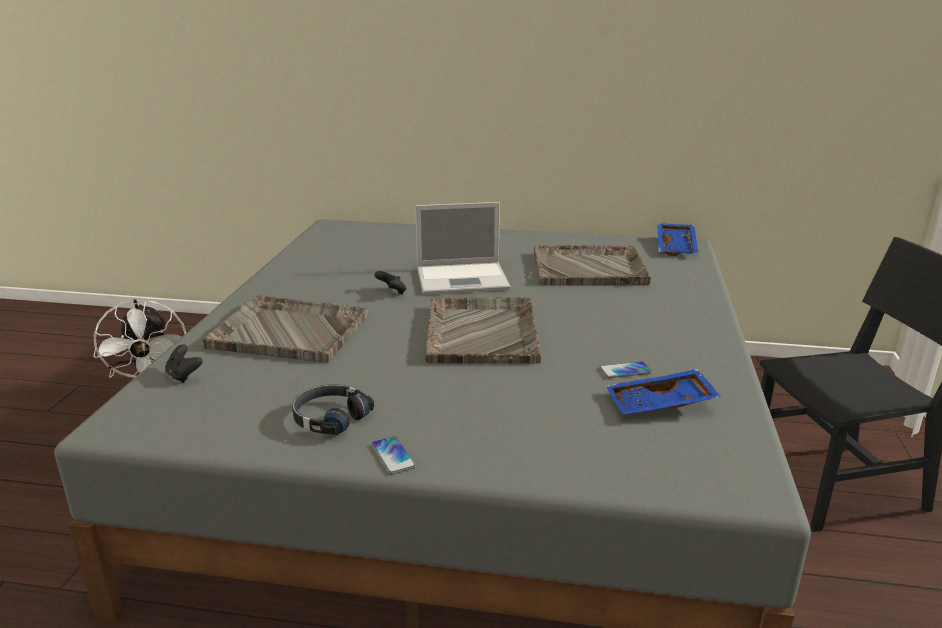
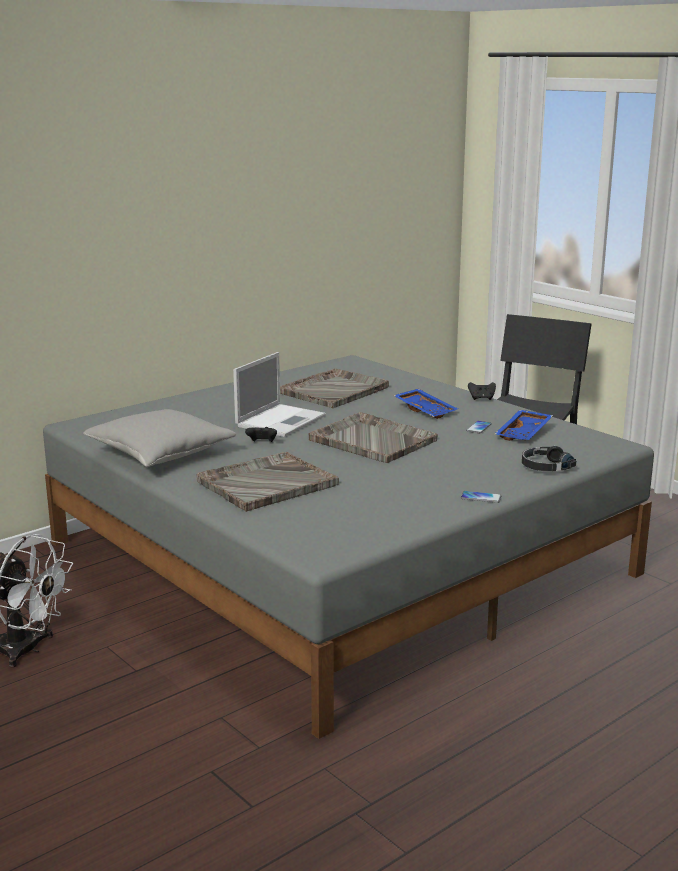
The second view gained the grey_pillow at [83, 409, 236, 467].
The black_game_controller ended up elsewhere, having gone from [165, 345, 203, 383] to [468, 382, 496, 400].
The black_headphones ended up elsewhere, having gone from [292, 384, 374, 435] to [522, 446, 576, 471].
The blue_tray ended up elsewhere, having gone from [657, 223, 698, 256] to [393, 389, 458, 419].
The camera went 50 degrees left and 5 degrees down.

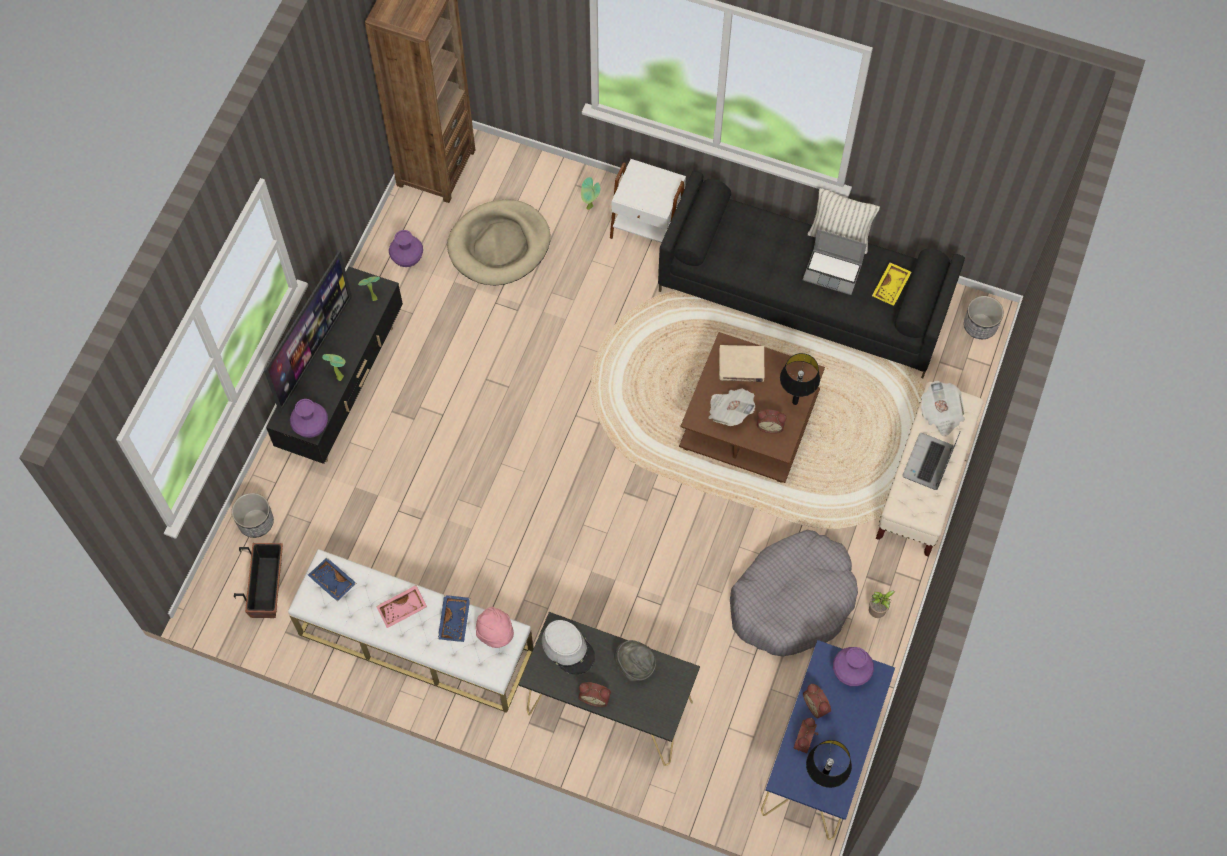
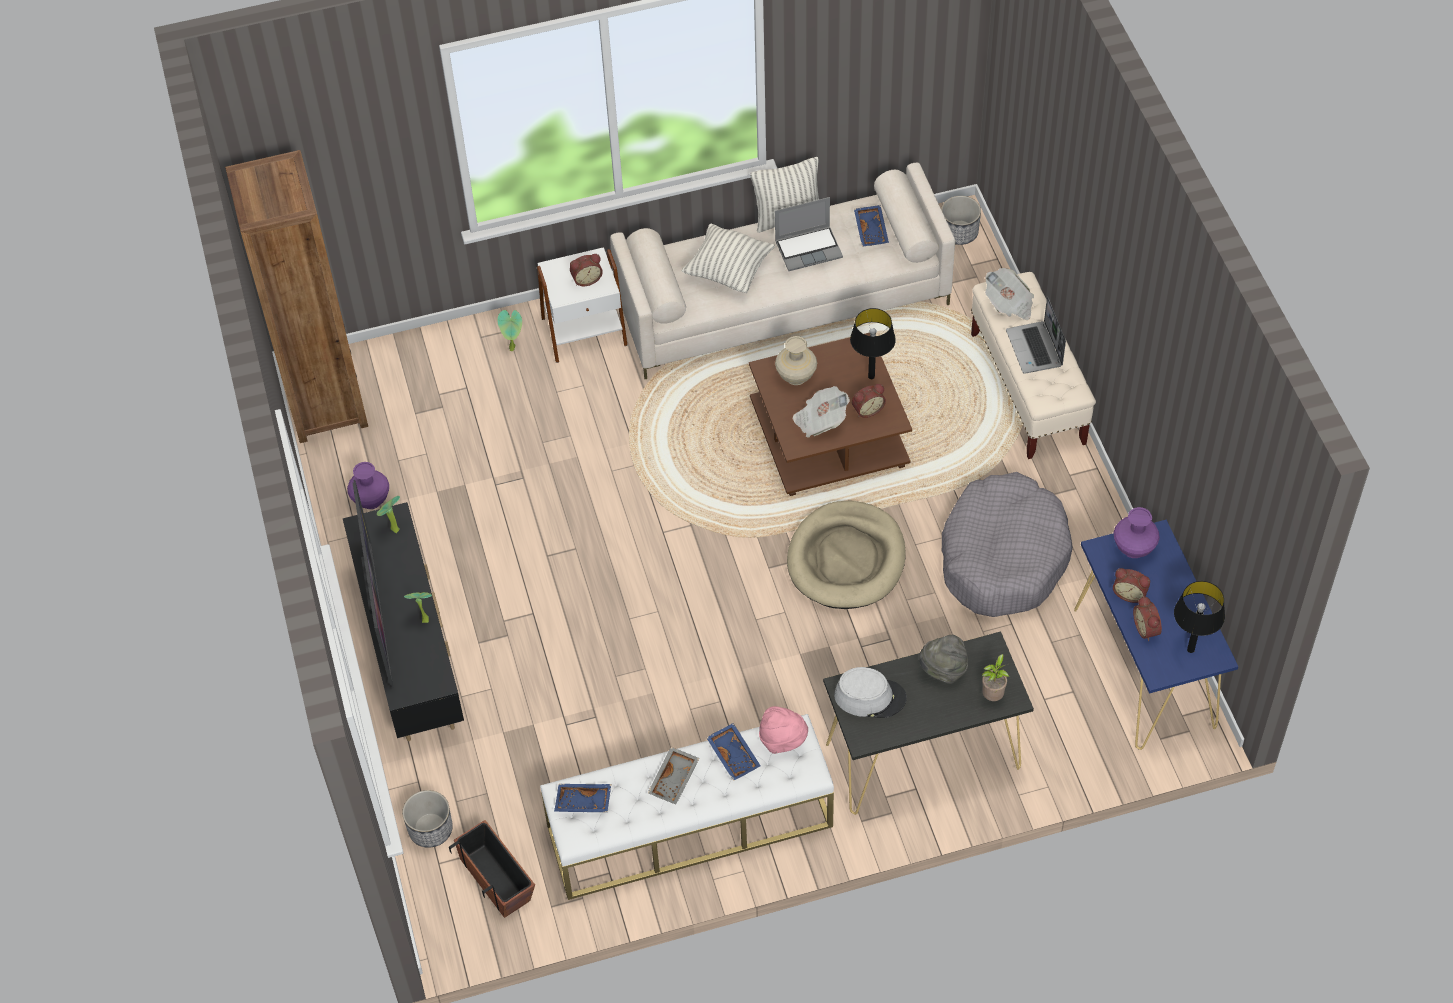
The second view lost the purple_vase at [290, 399, 328, 438].
The second view gained the pillow at [682, 223, 775, 293].
The beige_dog_bed ended up elsewhere, having gone from [447, 199, 551, 285] to [787, 501, 906, 609].
The alarm_clock ended up elsewhere, having gone from [578, 682, 611, 707] to [570, 254, 603, 286].
The potted_plant ended up elsewhere, having gone from [869, 591, 895, 618] to [982, 654, 1009, 701].
Where the beige_book stood at [719, 345, 764, 382], the beige_vase came to stand at [775, 336, 817, 385].
What was the pink_tray at [376, 585, 427, 628] turned into the grey_tray at [648, 747, 699, 804].
What was the black_sofa at [658, 171, 965, 378] turned into the beige_sofa at [610, 163, 955, 379].
What was the yellow_tray at [872, 263, 912, 306] turned into the blue_tray at [854, 205, 889, 247].
The camera went 35 degrees left and 10 degrees down.

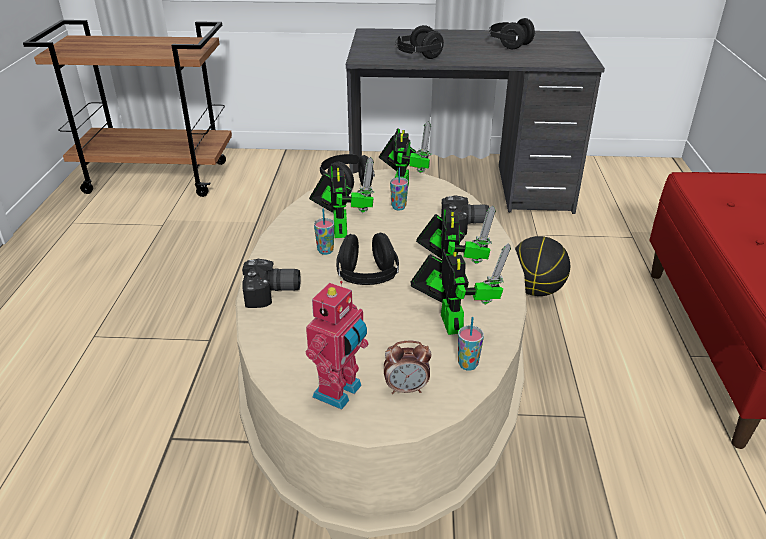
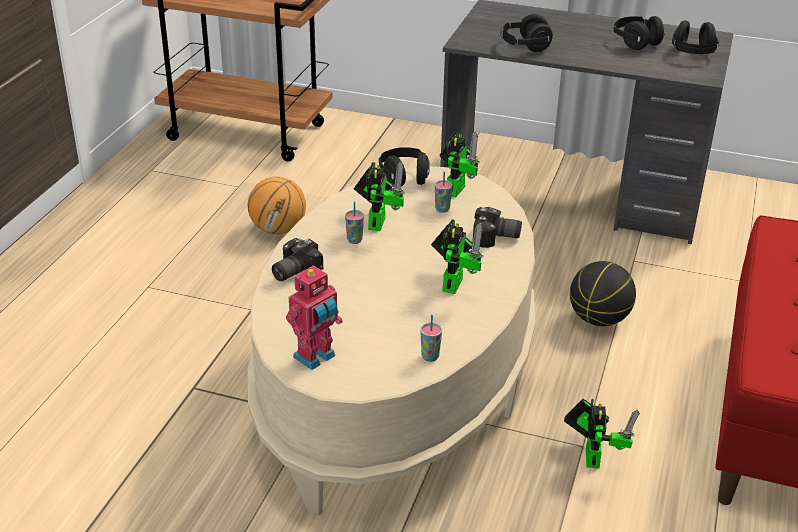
The second view lost the alarm_clock at [384, 341, 432, 394].
The second view gained the basketball at [248, 177, 306, 234].
The black_headphones ended up elsewhere, having gone from [336, 232, 399, 285] to [672, 20, 719, 54].
The toy_robot ended up elsewhere, having gone from [411, 243, 511, 335] to [564, 399, 640, 468].
The photo_camera at [242, 259, 300, 308] ended up facing another way, 120 degrees clockwise from before.
The camera went 15 degrees right and 0 degrees up.

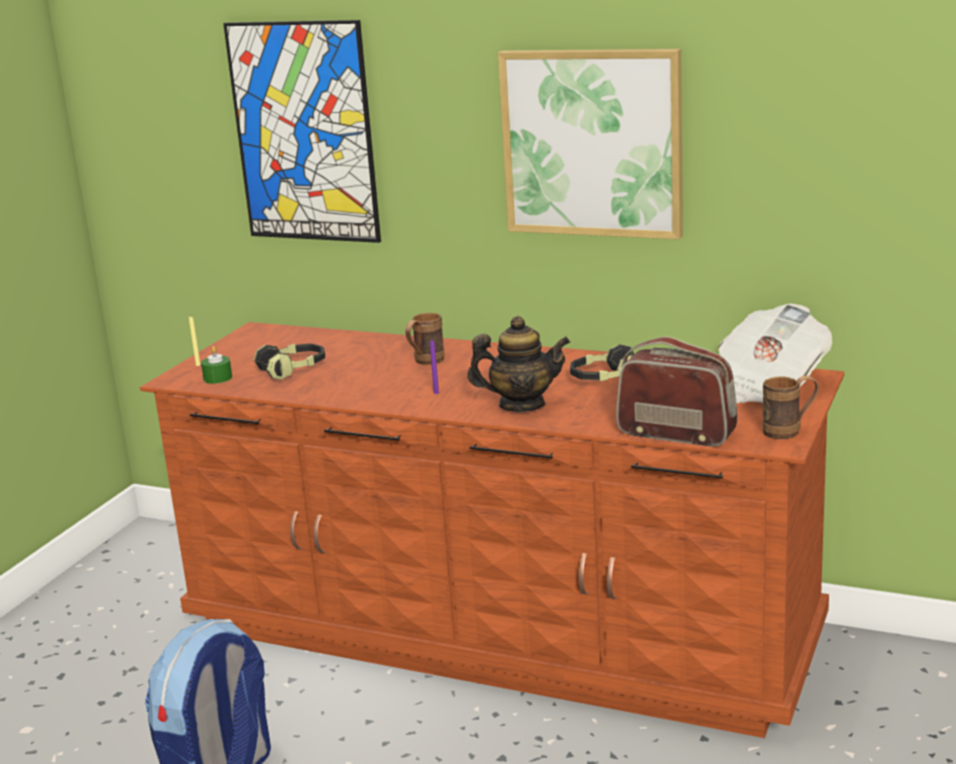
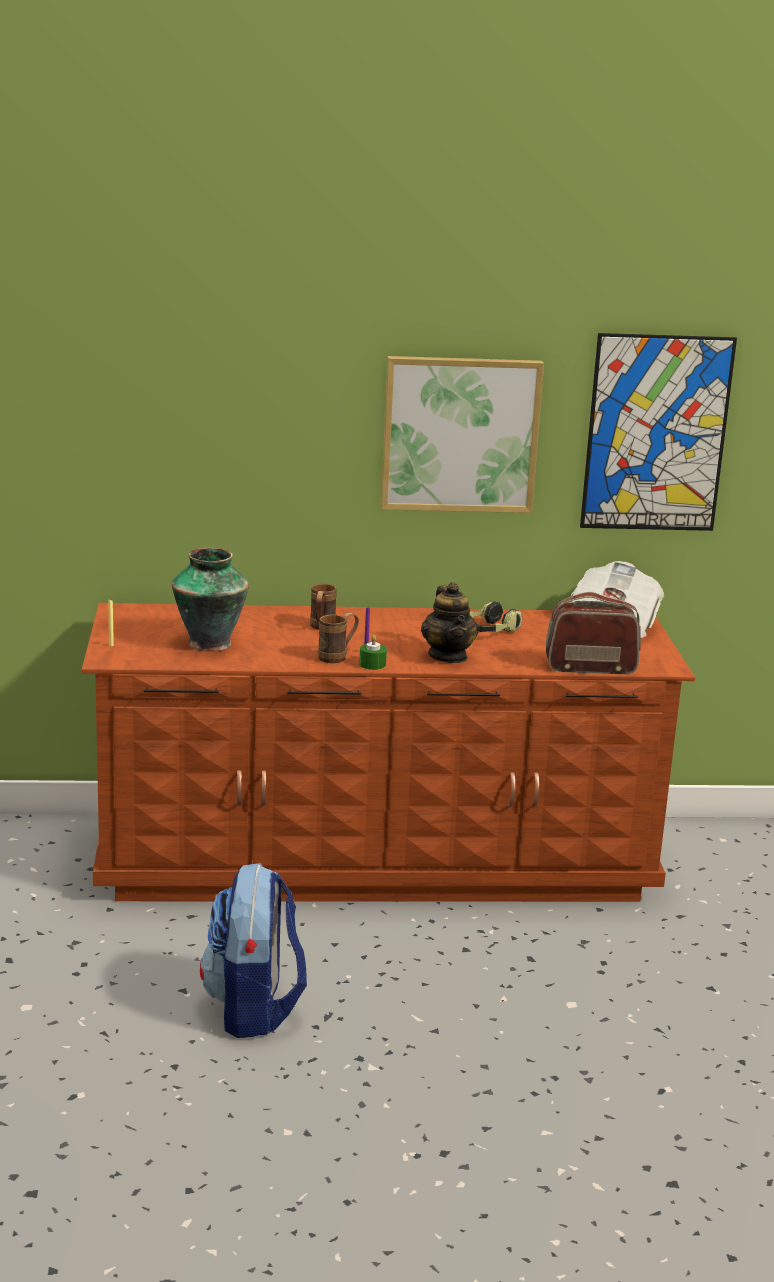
The green_candle ended up elsewhere, having gone from [201, 346, 232, 384] to [359, 635, 387, 670].
The picture ended up elsewhere, having gone from [223, 20, 381, 243] to [580, 333, 737, 531].
The brown_mug ended up elsewhere, having gone from [763, 376, 819, 439] to [318, 613, 359, 663].
Where the headphones stood at [254, 344, 325, 380], the vase came to stand at [172, 548, 249, 652].
The teapot at [467, 316, 570, 412] ended up facing another way, 105 degrees clockwise from before.
The camera went 30 degrees left and 0 degrees up.

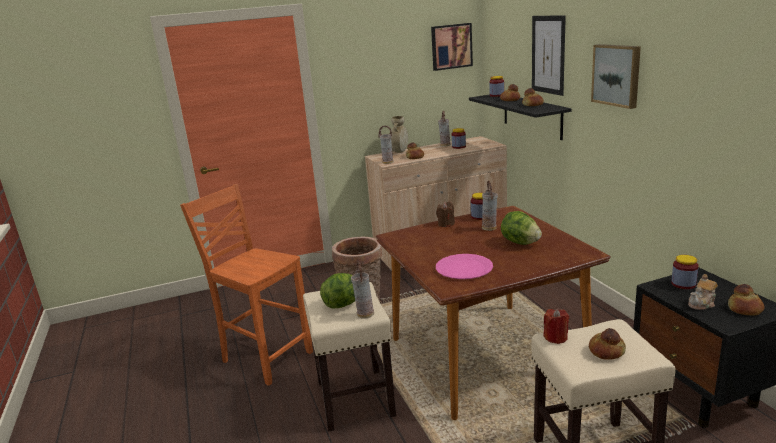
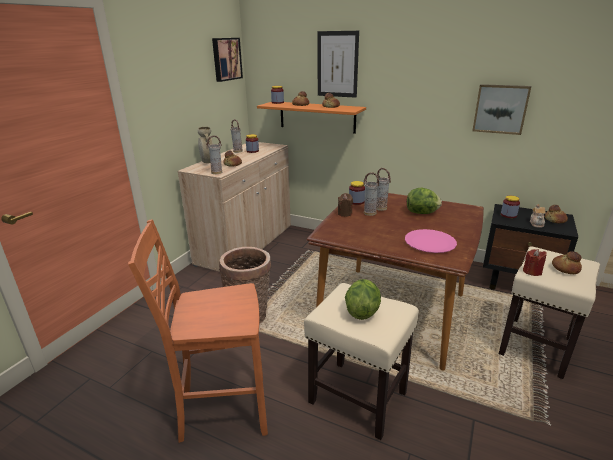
The vase ended up elsewhere, having gone from [351, 261, 374, 319] to [363, 172, 379, 216].
The picture ended up elsewhere, having gone from [591, 44, 641, 109] to [472, 84, 531, 135].
What was the black_shelf at [469, 95, 571, 140] turned into the orange_shelf at [257, 102, 366, 134].
The camera went 45 degrees left and 5 degrees up.

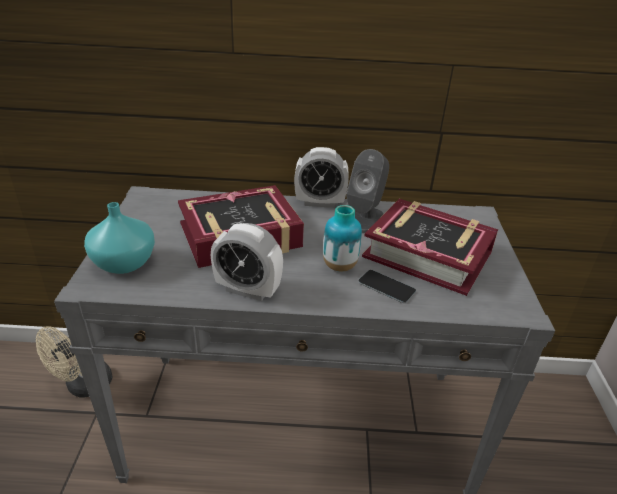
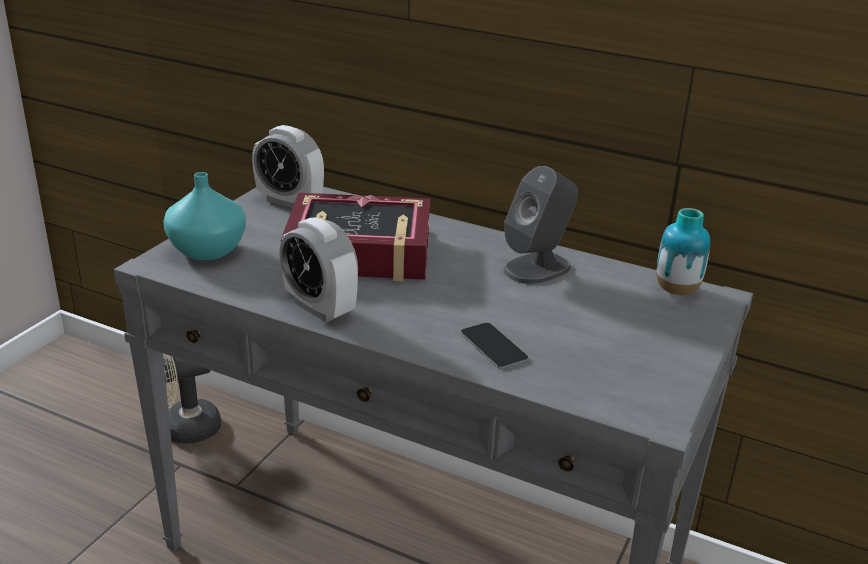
The second view lost the book at [362, 199, 498, 296].
The alarm_clock ended up elsewhere, having gone from [294, 147, 349, 208] to [252, 125, 324, 208].
The vase ended up elsewhere, having gone from [323, 205, 362, 272] to [657, 208, 710, 295].
The camera went 25 degrees right and 5 degrees down.

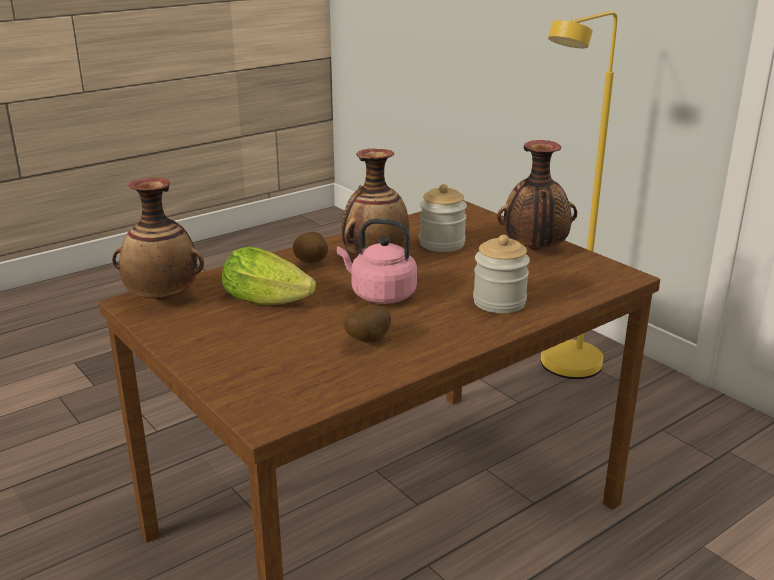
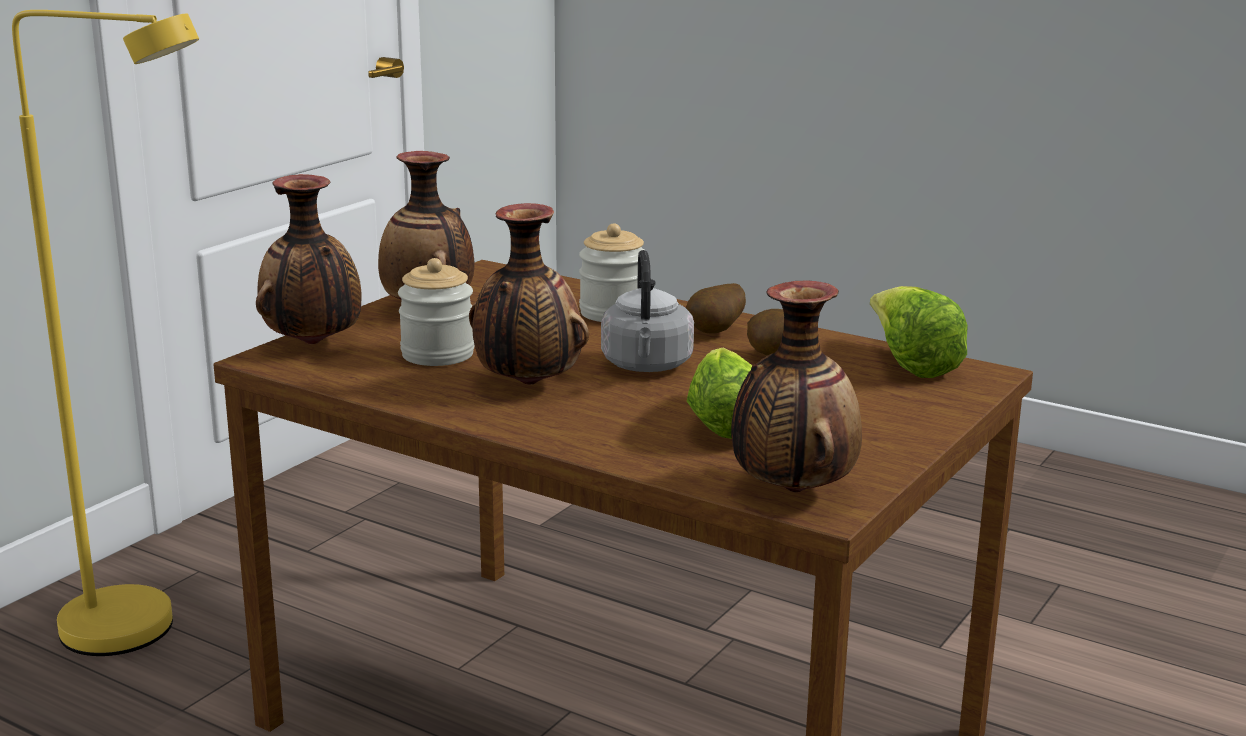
The second view gained the vase at [256, 174, 362, 344].
The second view gained the lettuce at [870, 286, 968, 378].
The potato ended up elsewhere, having gone from [293, 232, 328, 263] to [686, 283, 746, 334].
What was the pink_kettle at [337, 219, 417, 304] turned into the grey_kettle at [601, 250, 694, 372].
The camera went 110 degrees left and 5 degrees down.

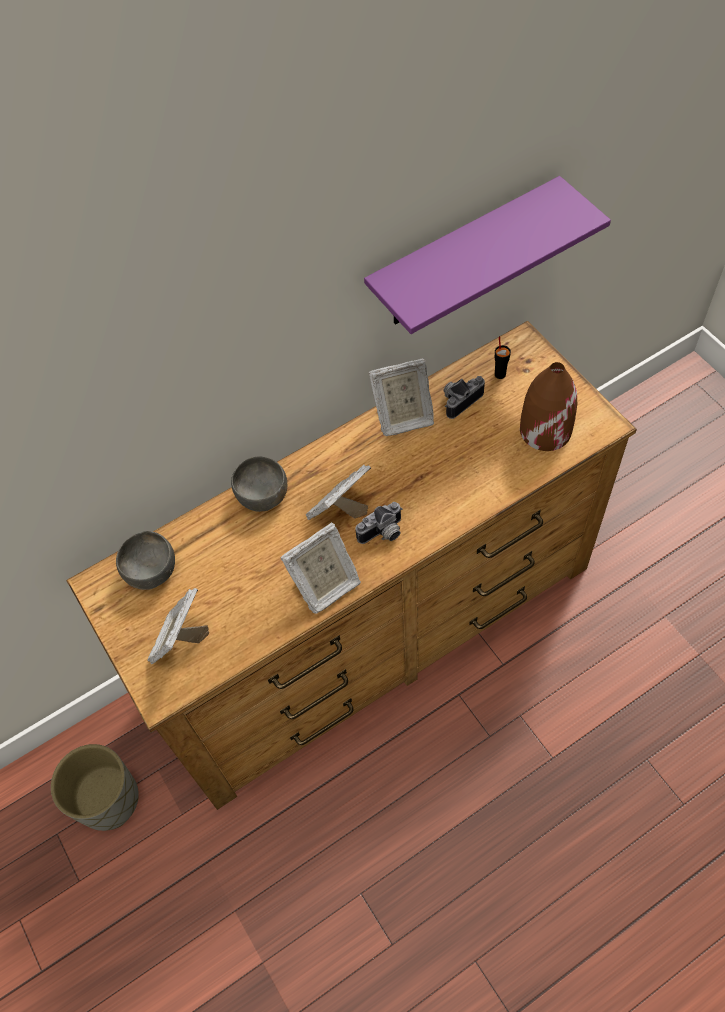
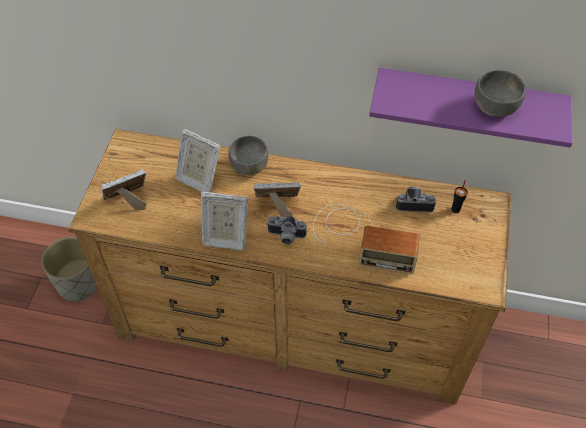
The second view lost the brown_vase at [520, 362, 577, 451].
The second view gained the radio at [313, 204, 420, 274].
The grey_bowl ended up elsewhere, having gone from [116, 531, 175, 590] to [474, 70, 526, 117].
The picture_frame ended up elsewhere, having gone from [369, 358, 434, 436] to [175, 129, 220, 192].
The camera went 40 degrees right and 5 degrees down.

